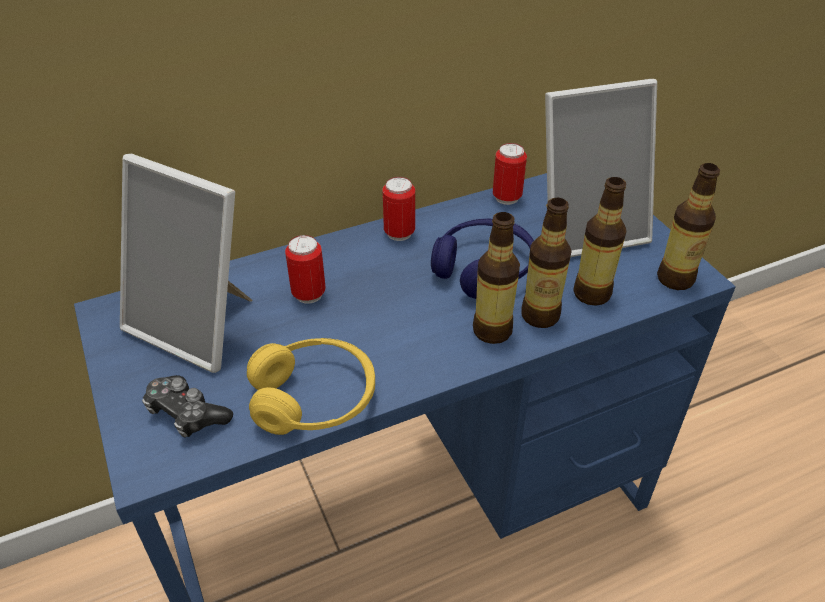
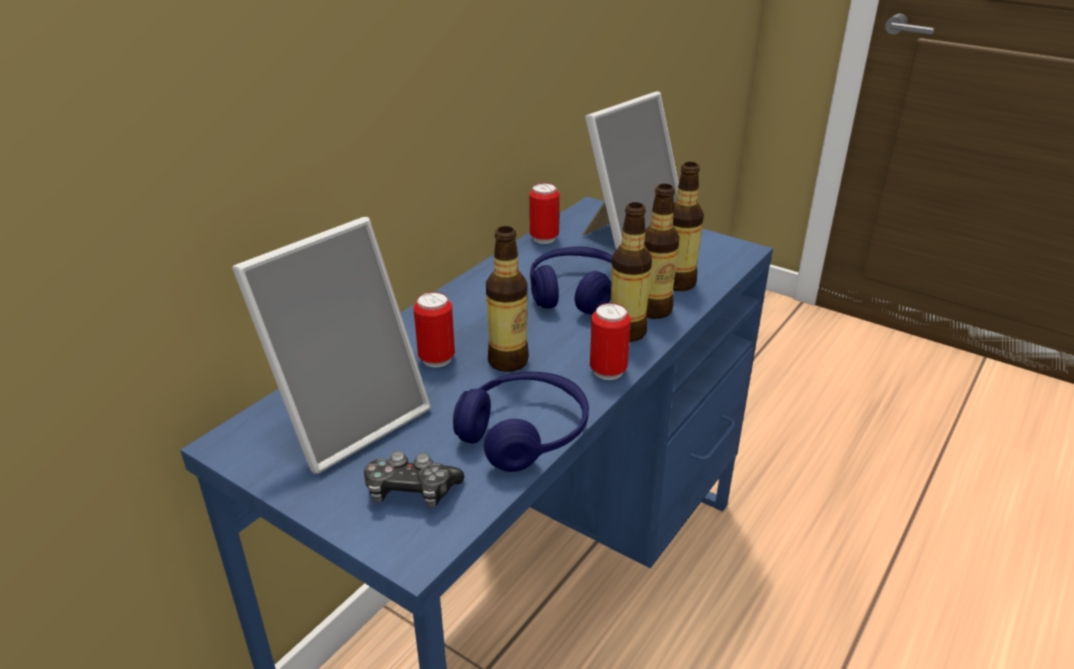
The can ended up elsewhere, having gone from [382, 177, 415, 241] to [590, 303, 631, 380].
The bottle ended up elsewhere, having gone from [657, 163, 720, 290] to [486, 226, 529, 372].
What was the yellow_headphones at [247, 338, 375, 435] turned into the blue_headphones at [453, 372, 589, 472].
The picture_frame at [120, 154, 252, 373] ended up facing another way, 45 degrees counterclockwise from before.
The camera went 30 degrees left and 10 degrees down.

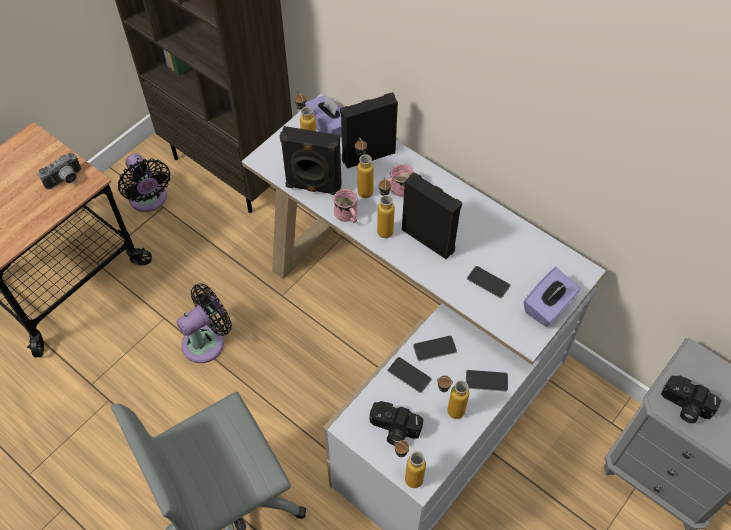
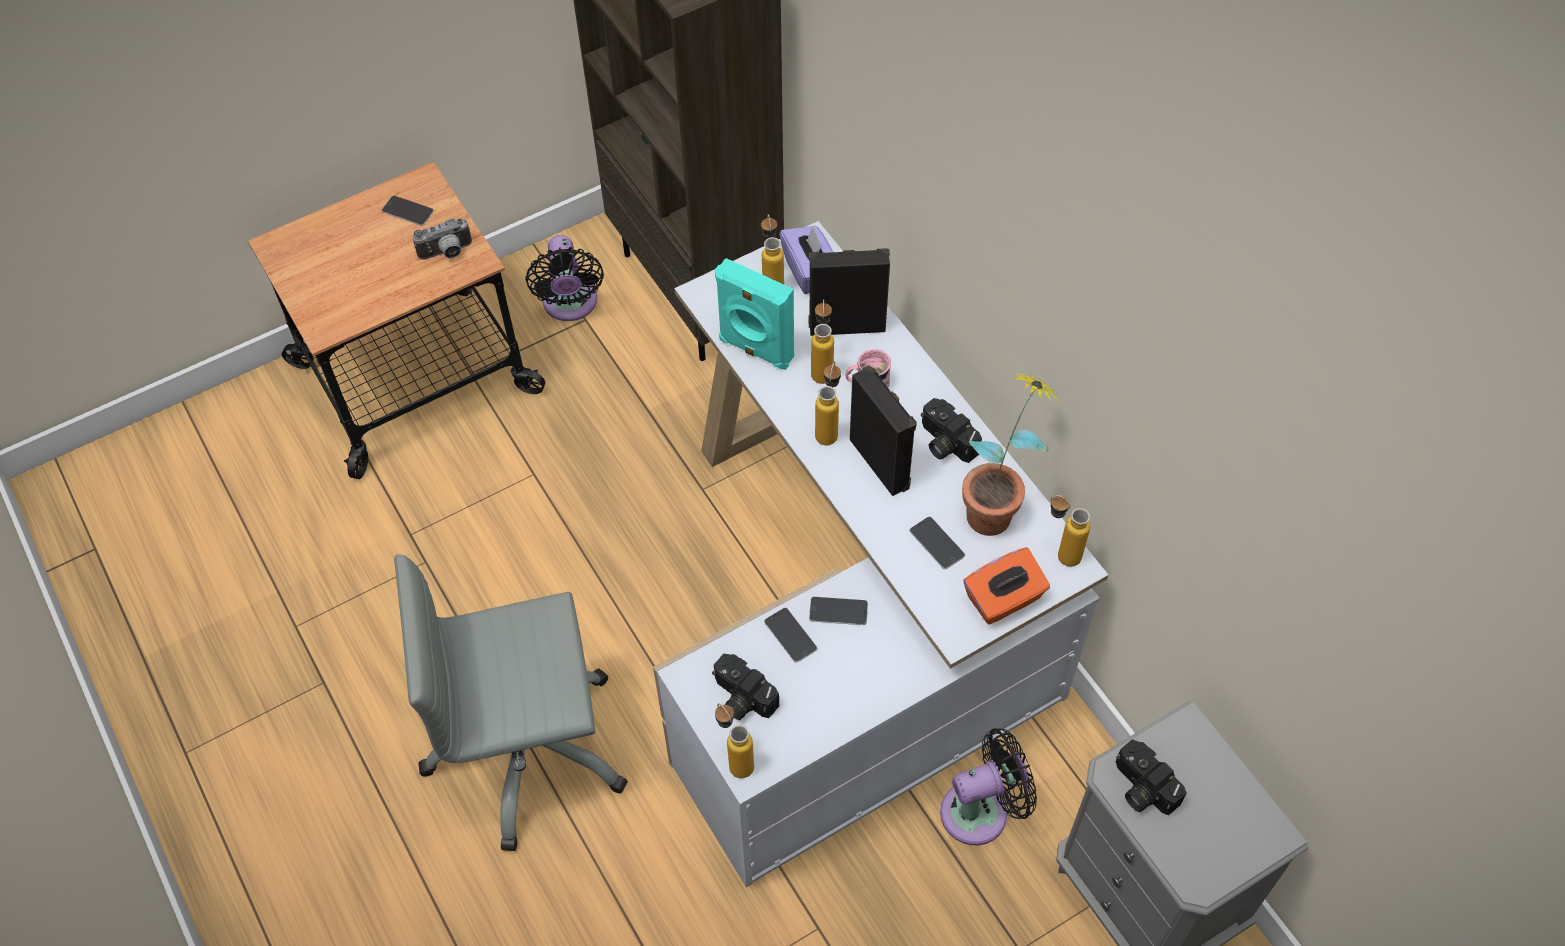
The second view lost the pink_mug at [334, 189, 357, 223].
The second view gained the photo_camera at [921, 398, 982, 463].
The second view gained the potted_plant at [962, 370, 1059, 536].
The black_fan ended up elsewhere, having gone from [177, 283, 232, 363] to [940, 728, 1037, 845].
The bottle ended up elsewhere, having gone from [437, 375, 469, 419] to [1051, 495, 1090, 567].
The phone ended up elsewhere, having gone from [466, 370, 508, 391] to [381, 196, 434, 226].
What was the black_speaker at [280, 126, 342, 195] turned into the turquoise_speaker at [715, 258, 794, 370].
What was the purple_tissue_box at [524, 267, 580, 327] turned into the orange_tissue_box at [963, 547, 1050, 625].
The camera went 20 degrees right and 0 degrees up.

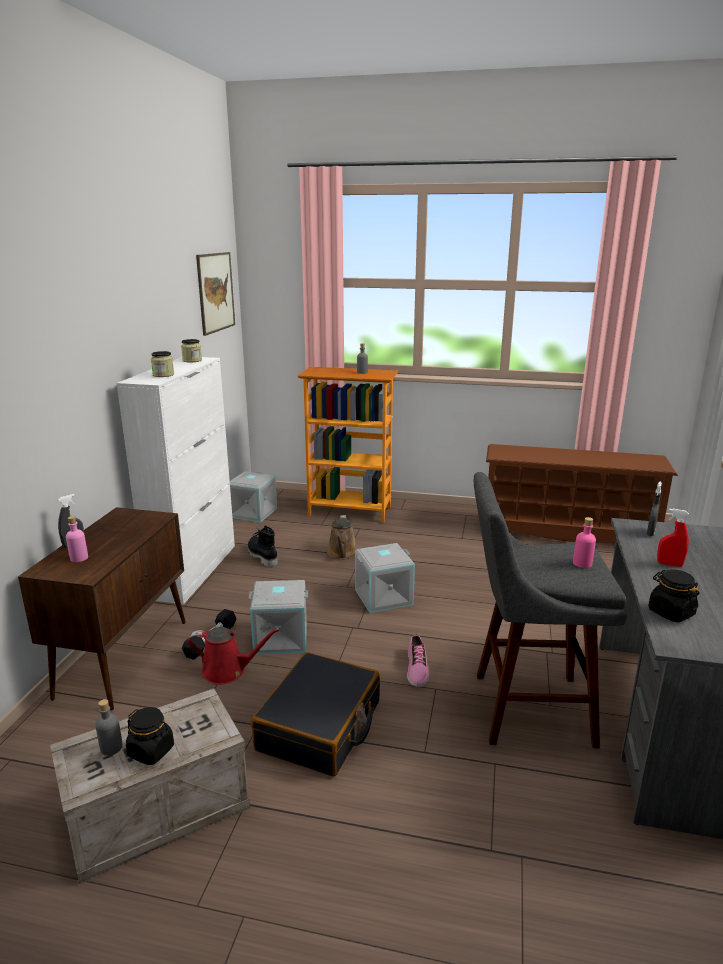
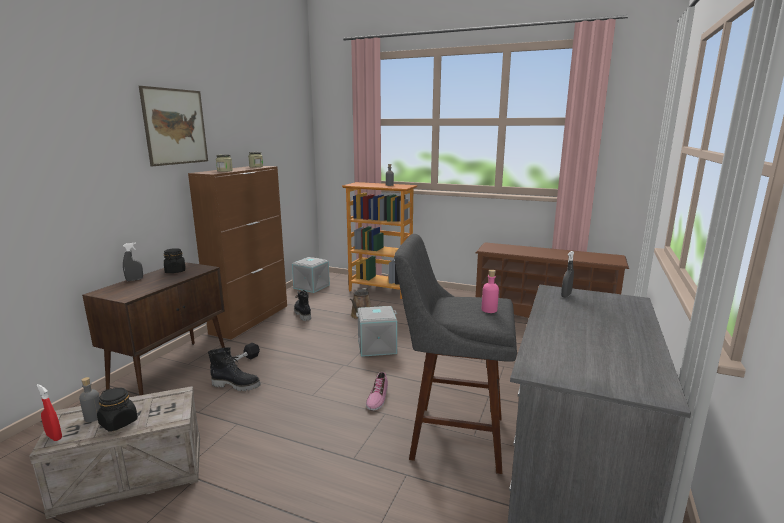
The second view lost the pink_bottle at [66, 516, 88, 562].
The second view lost the grey_storage_box at [248, 580, 308, 655].
The second view lost the black_suitcase at [251, 652, 380, 777].
The picture ended up elsewhere, having gone from [196, 252, 235, 336] to [139, 86, 208, 166].
The black_jar ended up elsewhere, having gone from [648, 569, 700, 622] to [164, 248, 185, 273].
The red_spray_bottle ended up elsewhere, having gone from [657, 509, 689, 567] to [36, 384, 62, 441].
Where the red_watering_can stood at [188, 627, 280, 685], the black_boot came to stand at [208, 347, 261, 391].
What was the white_cabinet at [116, 357, 235, 604] turned into the brown_cabinet at [188, 166, 287, 339].
The camera went 10 degrees right and 5 degrees down.

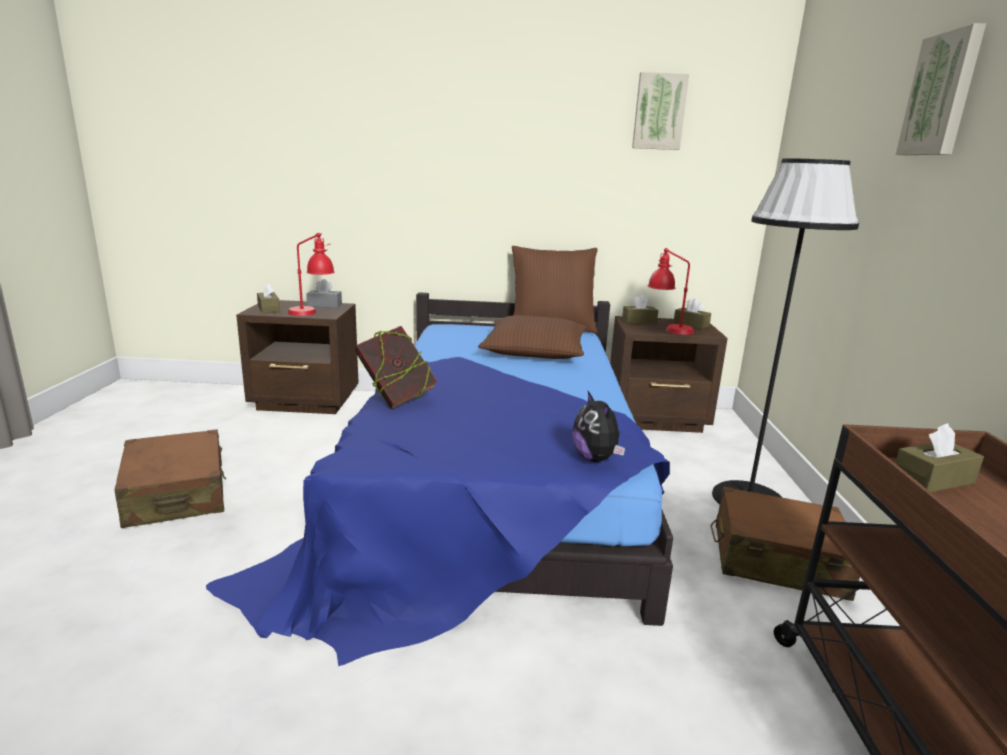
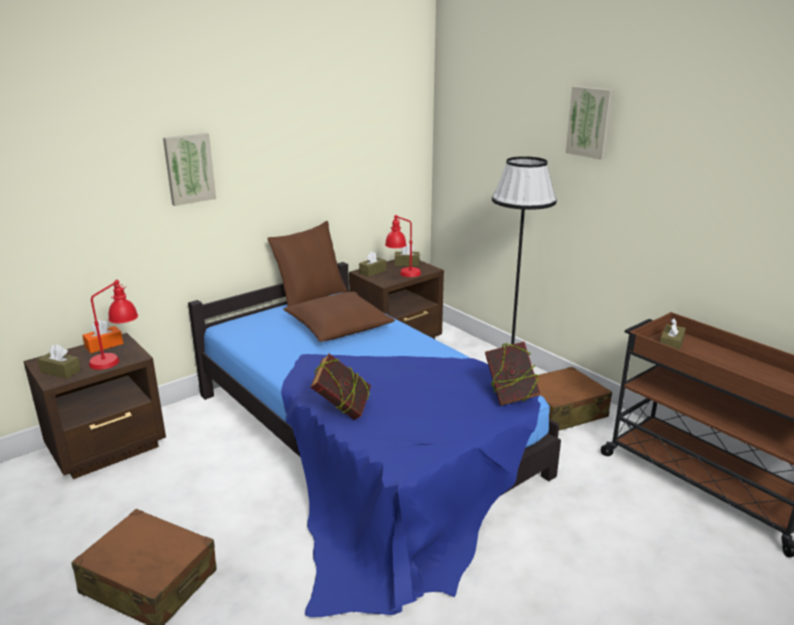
The picture ended up elsewhere, having gone from [632, 72, 689, 150] to [163, 133, 216, 206].
Where the plush_toy stood at [572, 391, 625, 462], the book came to stand at [485, 342, 540, 406].
What was the grey_tissue_box at [306, 279, 342, 308] turned into the orange_tissue_box at [82, 320, 123, 353].
The camera went 40 degrees left and 5 degrees up.

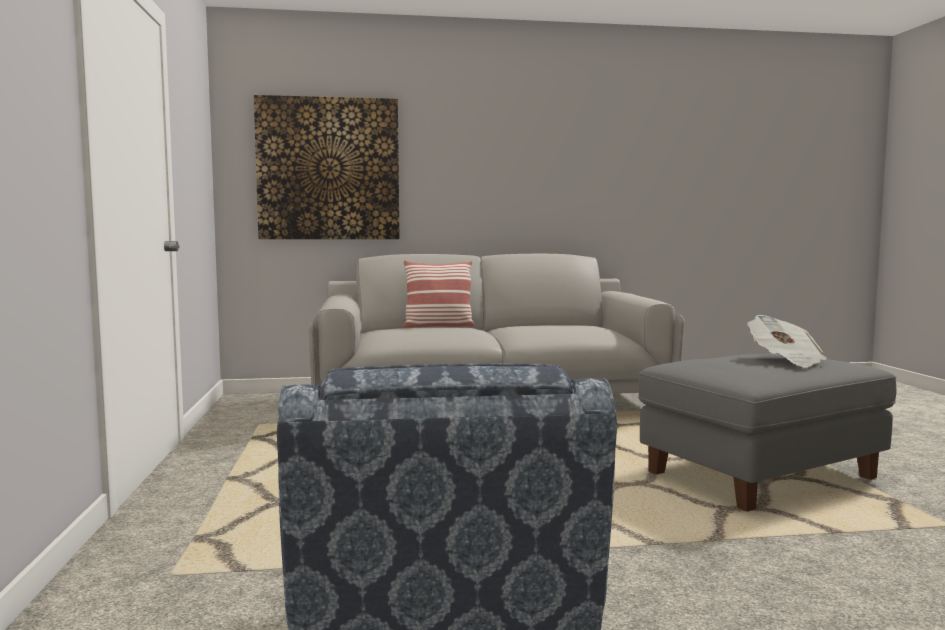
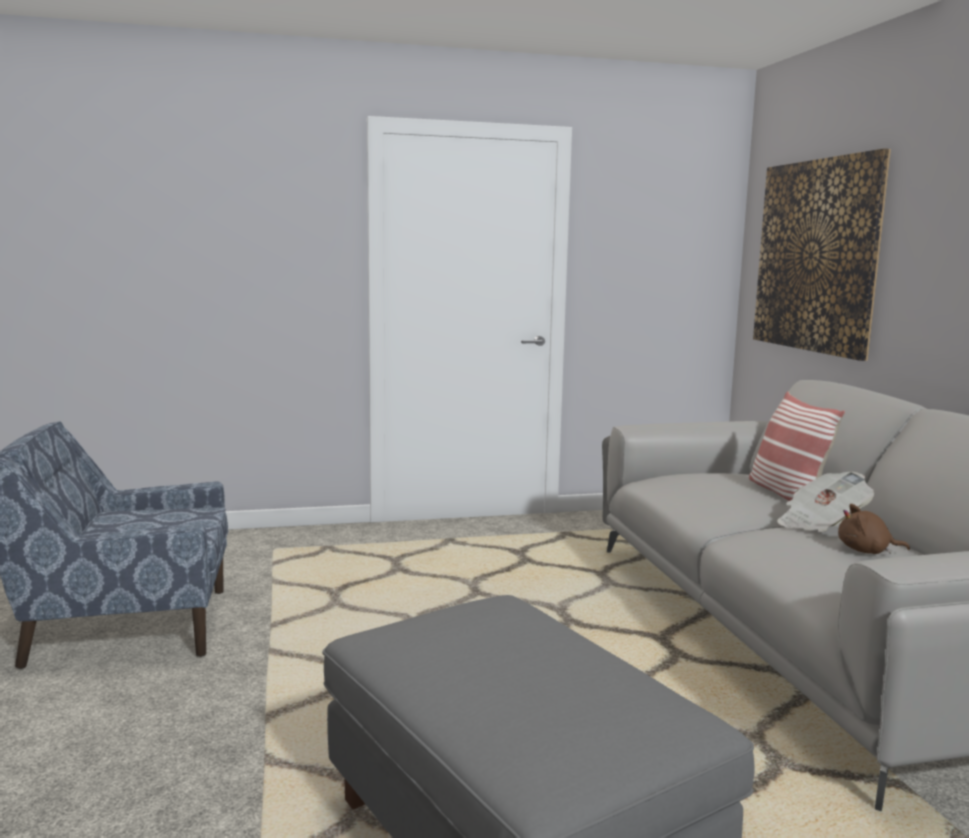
The second view gained the brown_plush_toy at [838, 504, 910, 554].
The newspaper ended up elsewhere, having gone from [747, 315, 827, 368] to [777, 472, 874, 532].
The camera went 85 degrees right and 5 degrees up.

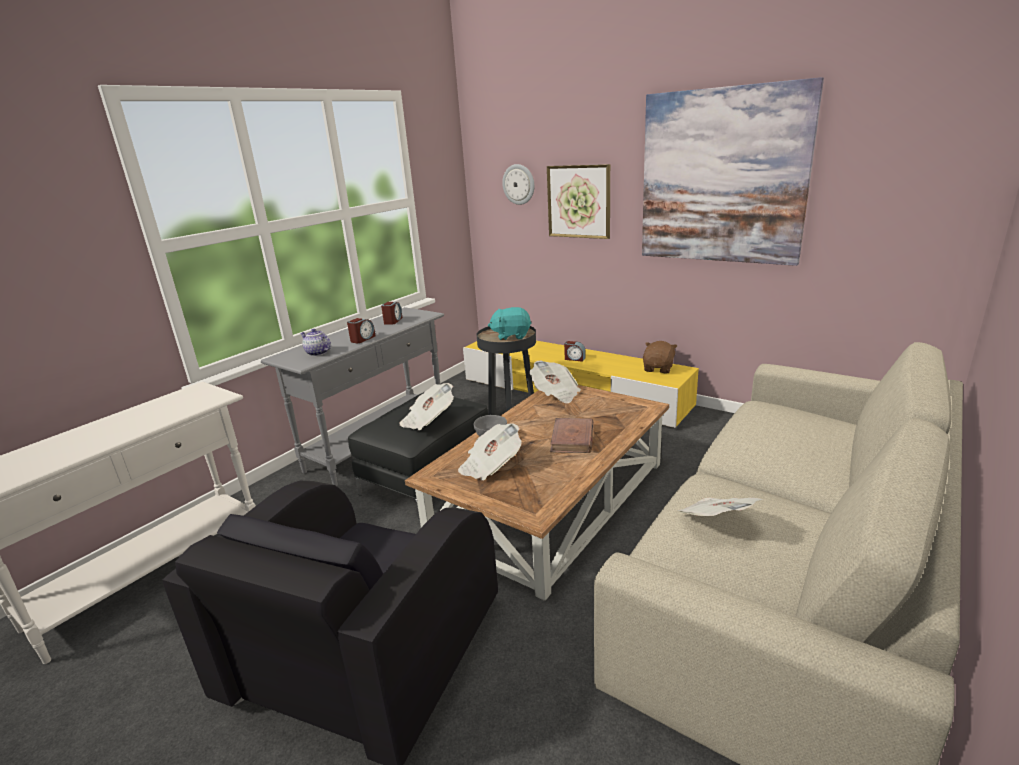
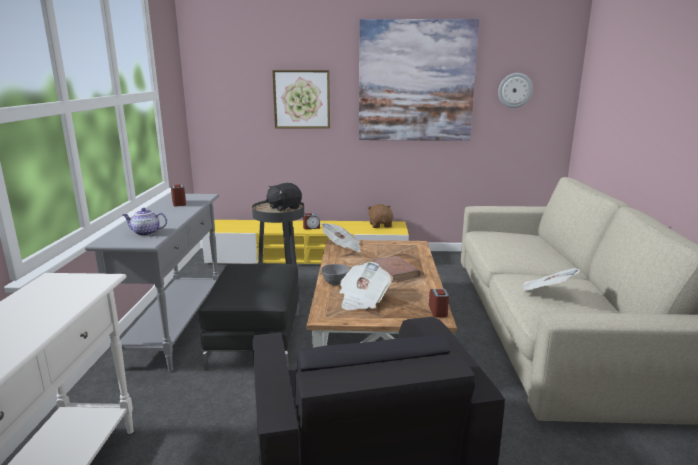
The second view lost the newspaper at [400, 383, 454, 430].
The alarm_clock ended up elsewhere, having gone from [347, 318, 375, 343] to [429, 289, 449, 318].
The wall_clock ended up elsewhere, having gone from [502, 164, 535, 205] to [498, 73, 533, 108].
What was the turquoise_plush_toy at [488, 307, 532, 340] turned into the black_plush_toy at [266, 183, 302, 212].
The camera went 35 degrees left and 5 degrees down.

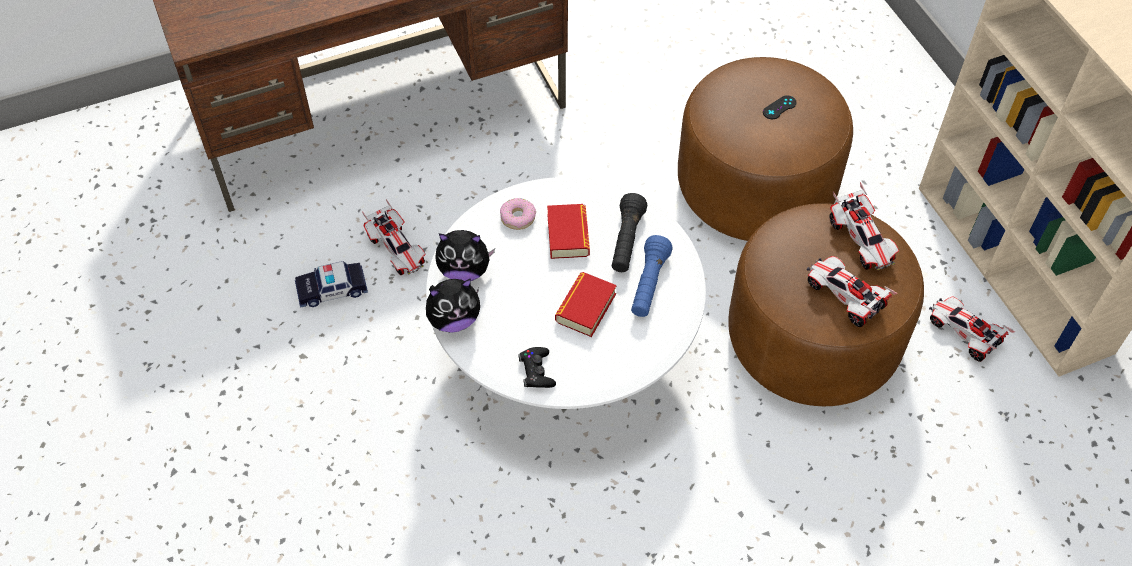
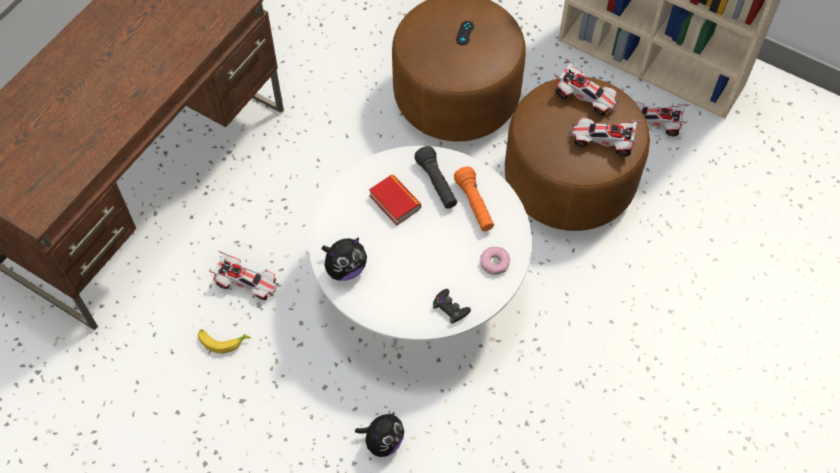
The second view lost the book at [555, 272, 617, 337].
The plush_toy ended up elsewhere, having gone from [426, 279, 480, 333] to [355, 410, 404, 457].
The donut ended up elsewhere, having gone from [500, 198, 536, 230] to [480, 247, 510, 275].
Where the toy_car stood at [295, 261, 368, 308], the banana came to stand at [198, 329, 251, 353].
What was the blue_flashlight at [631, 235, 673, 317] turned into the orange_flashlight at [454, 167, 494, 231].
The camera went 35 degrees left and 5 degrees up.

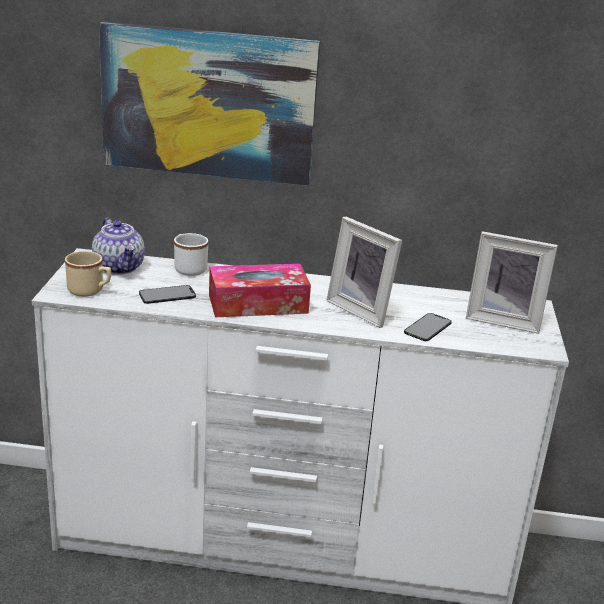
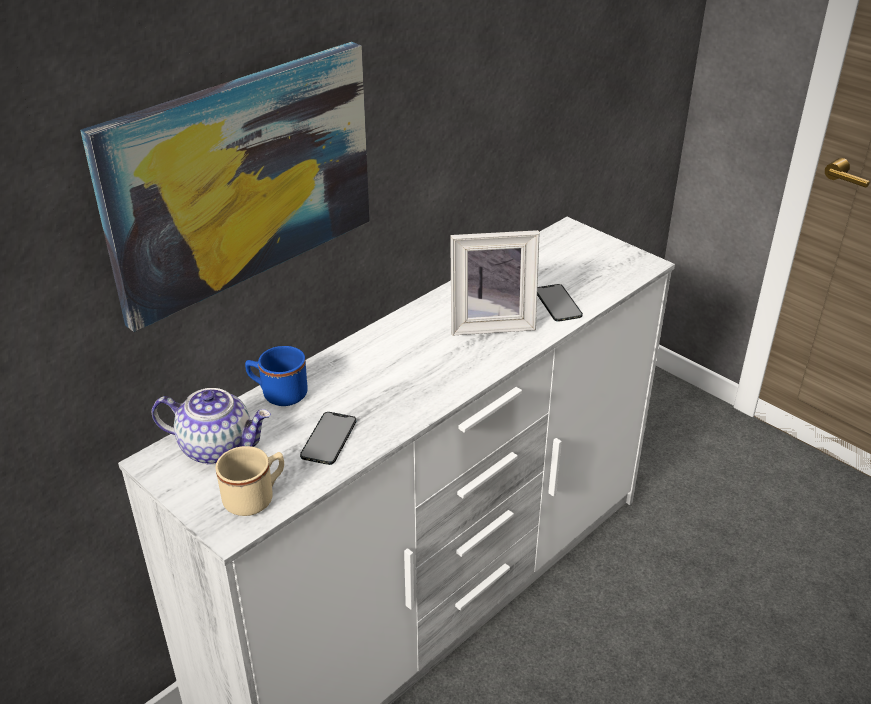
The second view lost the tissue_box at [209, 264, 311, 317].
The second view lost the picture_frame at [466, 231, 558, 334].
What was the white_mug at [174, 233, 208, 276] turned into the blue_mug at [245, 346, 308, 406].
The camera went 50 degrees left and 10 degrees up.

